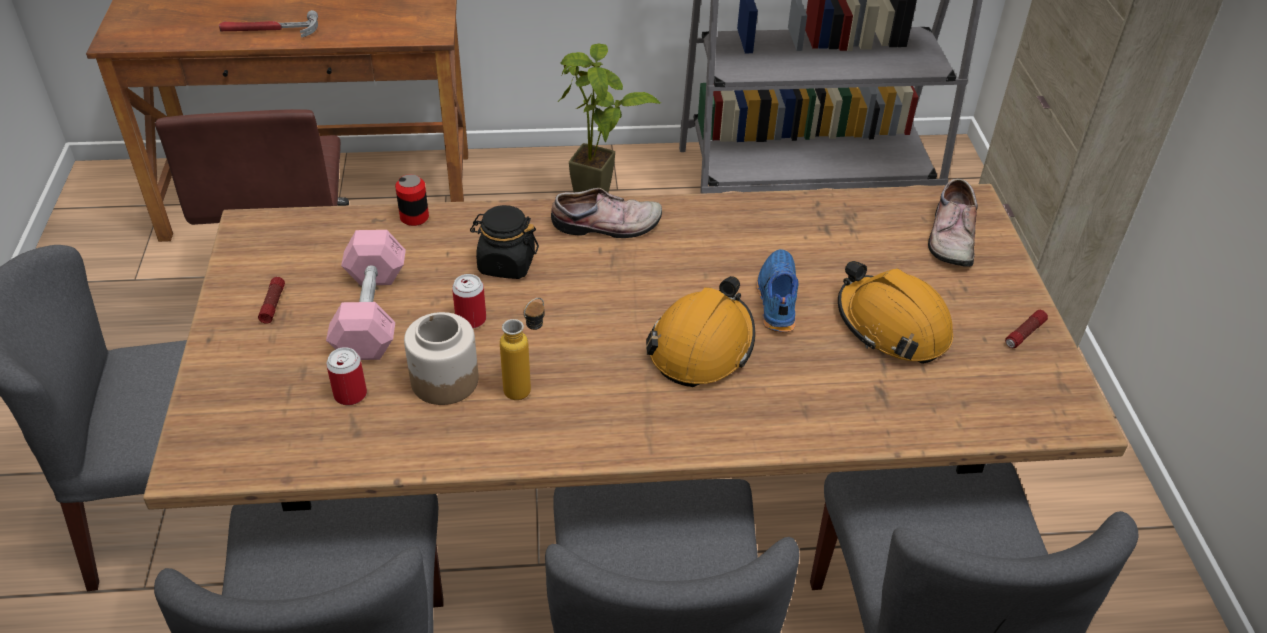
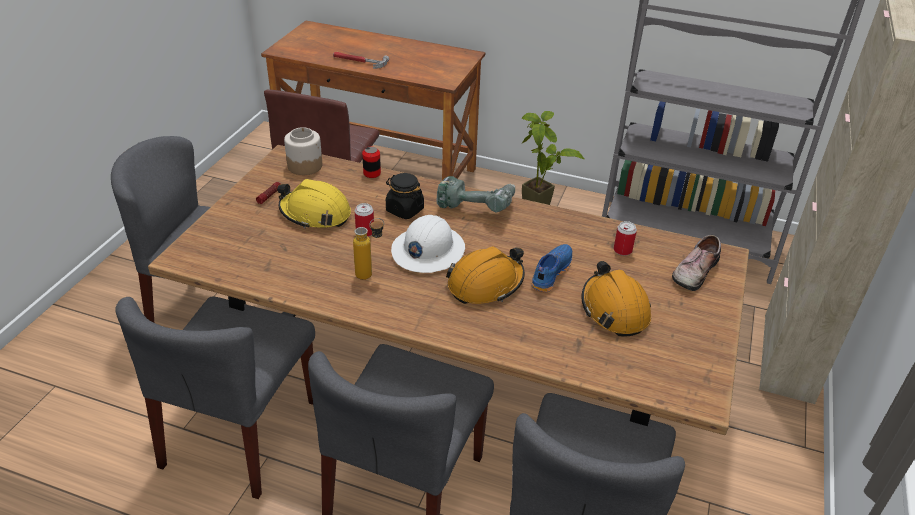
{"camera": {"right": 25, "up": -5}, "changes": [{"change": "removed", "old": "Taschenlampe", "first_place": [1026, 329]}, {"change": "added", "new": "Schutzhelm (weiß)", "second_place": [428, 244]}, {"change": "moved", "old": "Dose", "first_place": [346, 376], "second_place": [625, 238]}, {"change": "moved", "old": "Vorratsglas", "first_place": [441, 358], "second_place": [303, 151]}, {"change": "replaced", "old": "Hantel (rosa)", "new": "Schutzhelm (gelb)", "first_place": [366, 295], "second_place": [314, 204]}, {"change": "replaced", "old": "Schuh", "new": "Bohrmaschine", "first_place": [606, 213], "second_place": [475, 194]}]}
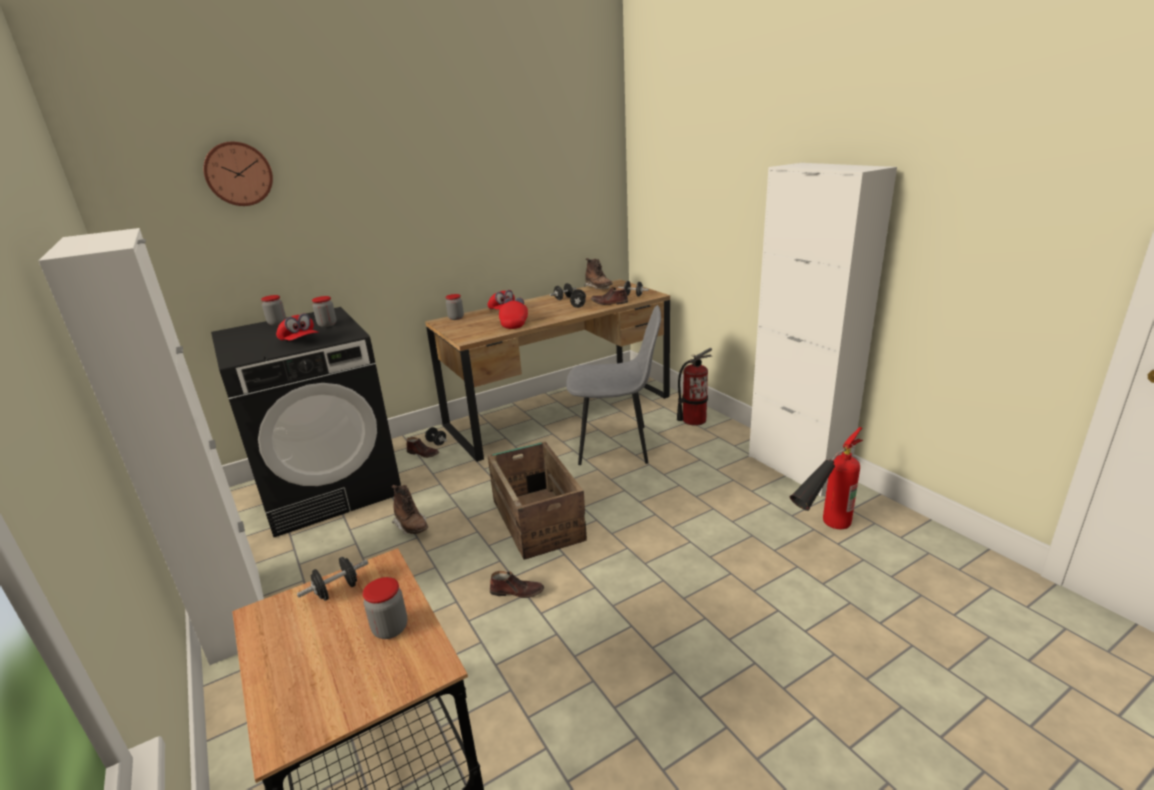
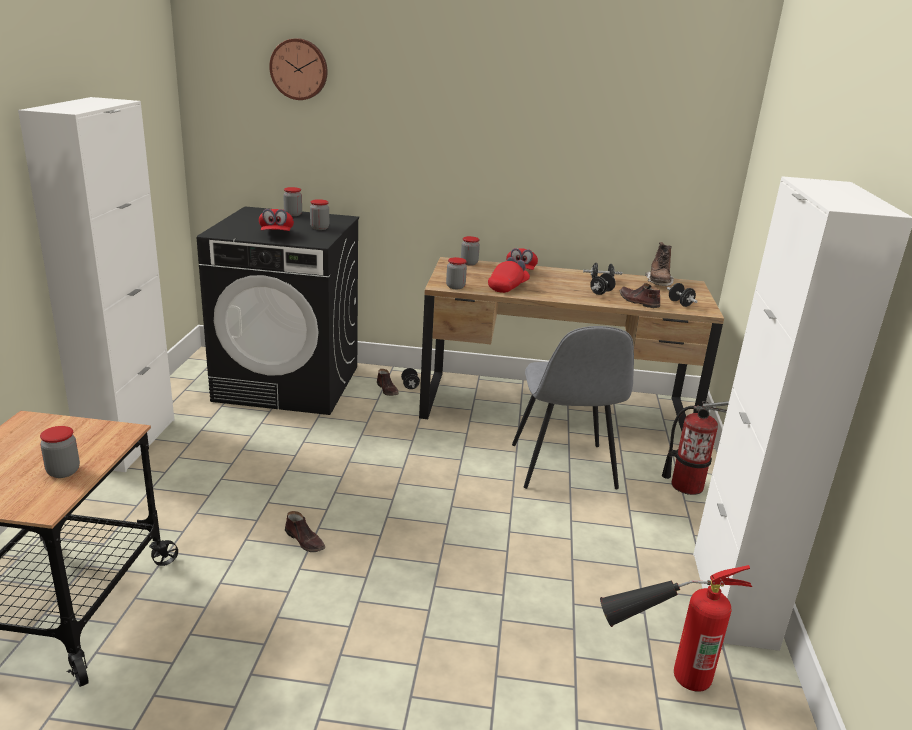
{"camera": {"right": 35, "up": 0}, "changes": [{"change": "removed", "old": "Hantel (schwarz)", "first_place": [332, 579]}, {"change": "removed", "old": "Stiefel (braun)", "first_place": [409, 509]}, {"change": "removed", "old": "Kiste", "first_place": [537, 500]}, {"change": "added", "new": "Vorratsglas", "second_place": [456, 273]}, {"change": "turned", "old": "Stuhl (grau)", "first_place": [613, 385], "second_place": [573, 407], "degrees": 45}]}
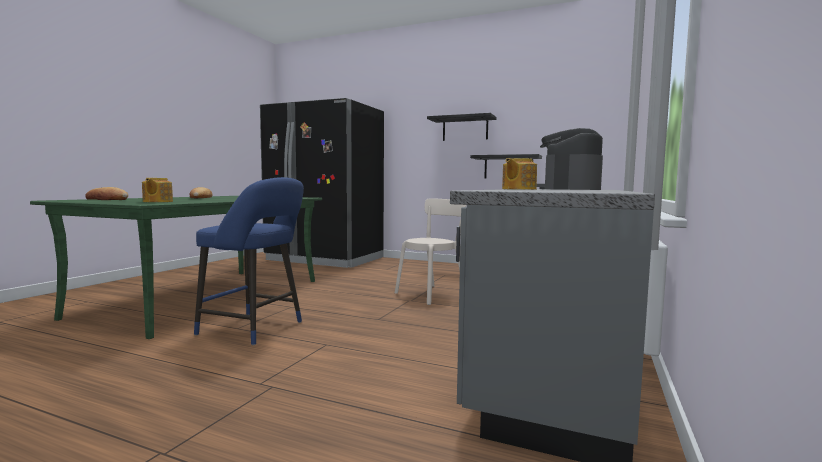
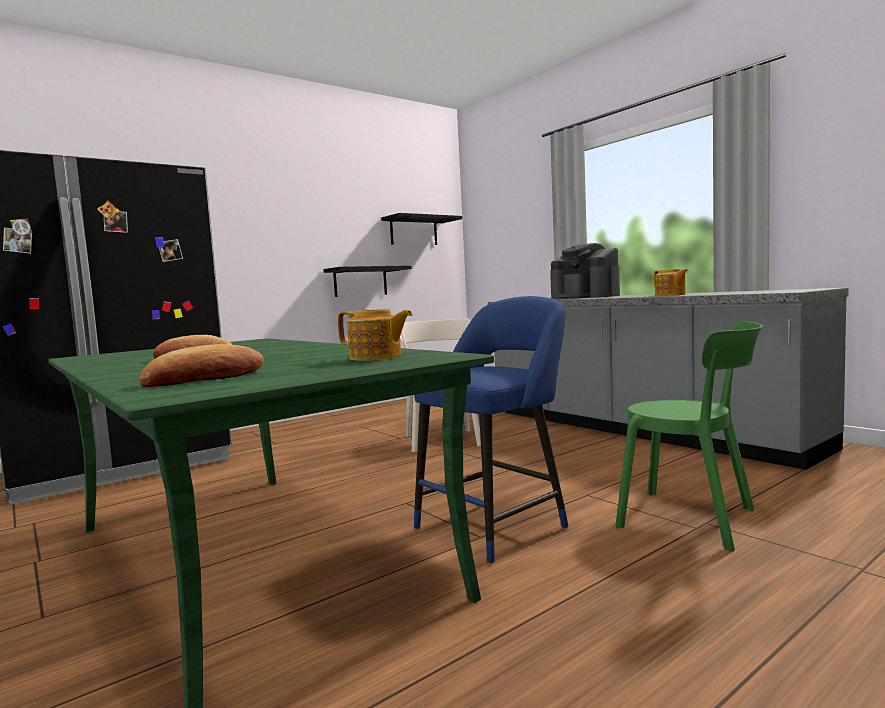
{"camera": {"right": -60, "up": 0}, "changes": [{"change": "added", "new": "Stuhl (grün)", "second_place": [689, 436]}, {"change": "moved", "old": "Wandregal (schwarz)", "first_place": [462, 127], "second_place": [421, 229]}]}
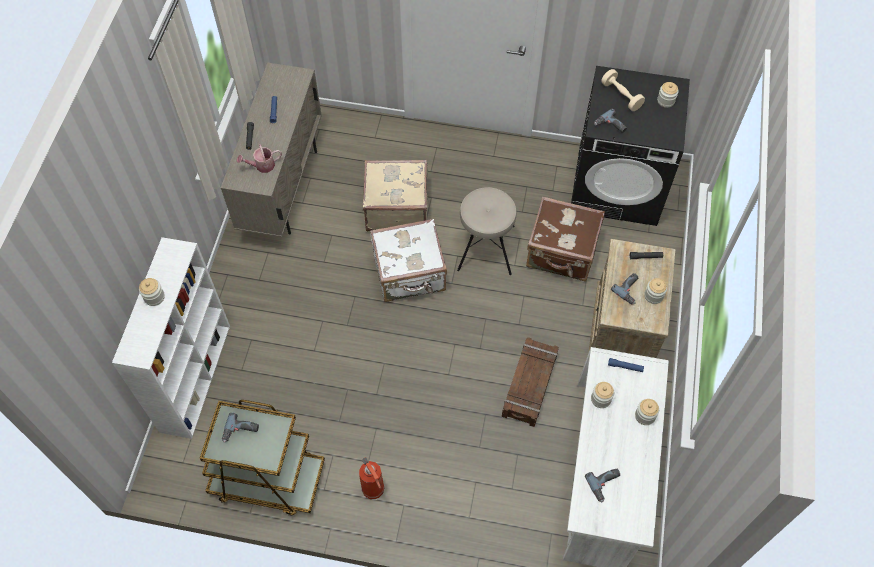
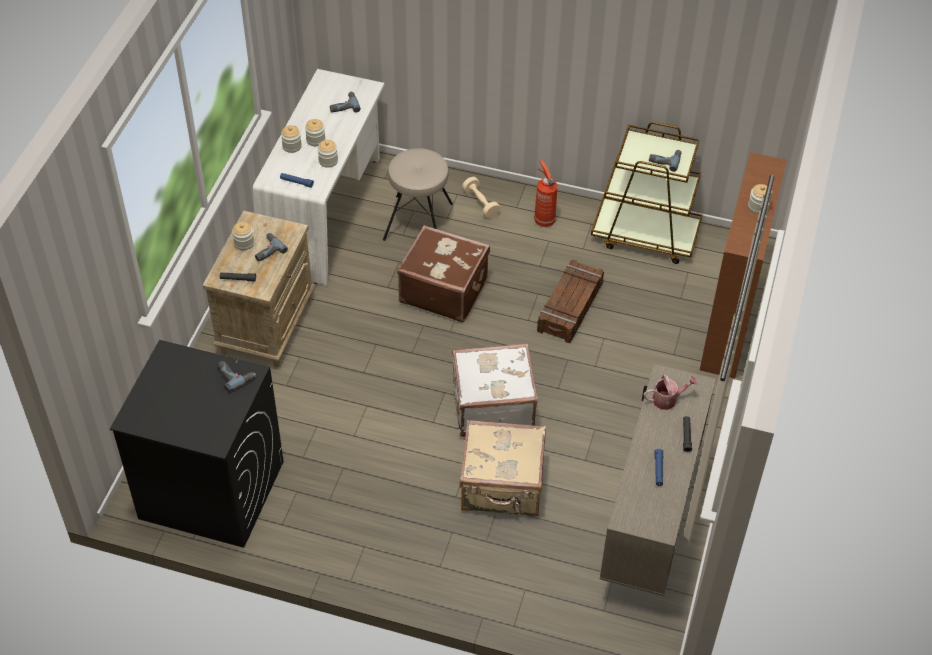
{"camera": {"right": -175, "up": -10}, "changes": [{"change": "moved", "old": "Hocker (beige)", "first_place": [486, 231], "second_place": [418, 194]}, {"change": "moved", "old": "Kiste", "first_place": [530, 382], "second_place": [570, 301]}, {"change": "moved", "old": "Koffer (braun)", "first_place": [565, 238], "second_place": [443, 273]}, {"change": "moved", "old": "Hantel (beige)", "first_place": [623, 90], "second_place": [481, 198]}, {"change": "moved", "old": "Vorratsglas", "first_place": [668, 95], "second_place": [315, 132]}, {"change": "recoloured", "old": "Bücherregal (weiß)", "new": "Bücherregal (braun)", "first_place": [171, 338], "second_place": [743, 265]}]}
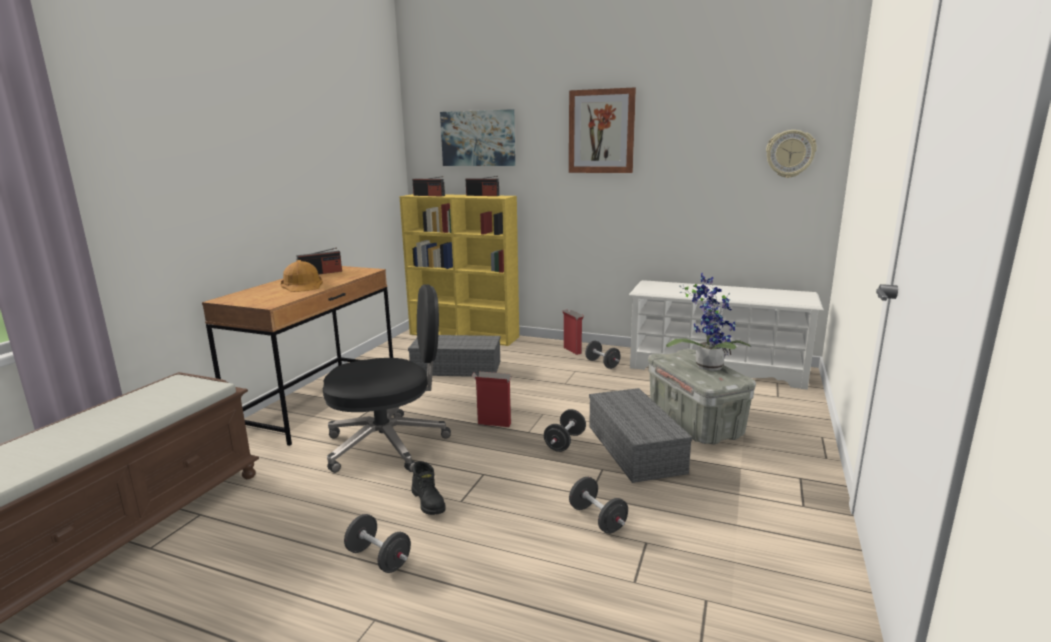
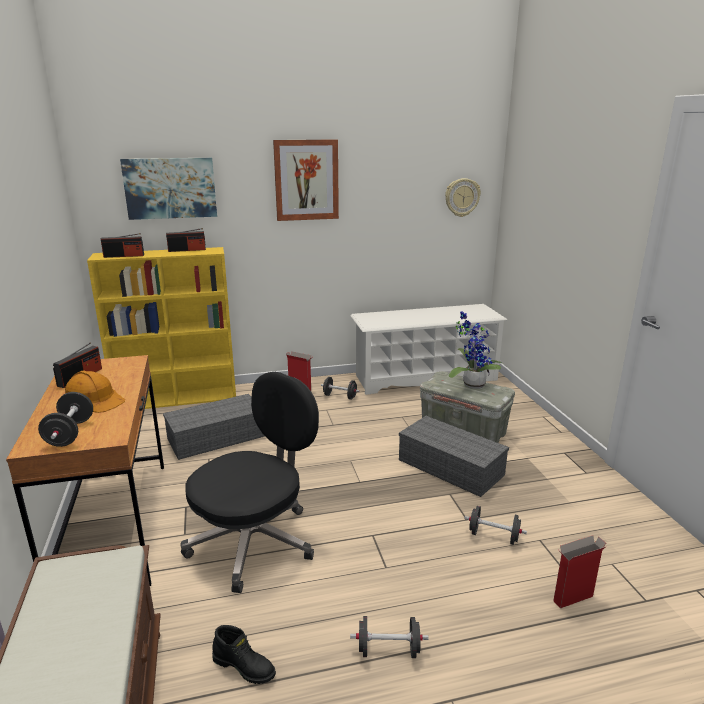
{"camera": {"right": -35, "up": 5}, "changes": [{"change": "moved", "old": "Stiefel (schwarz)", "first_place": [429, 488], "second_place": [244, 654]}, {"change": "moved", "old": "Karton", "first_place": [492, 399], "second_place": [579, 571]}, {"change": "moved", "old": "Hantel (schwarz)", "first_place": [565, 430], "second_place": [65, 419]}]}
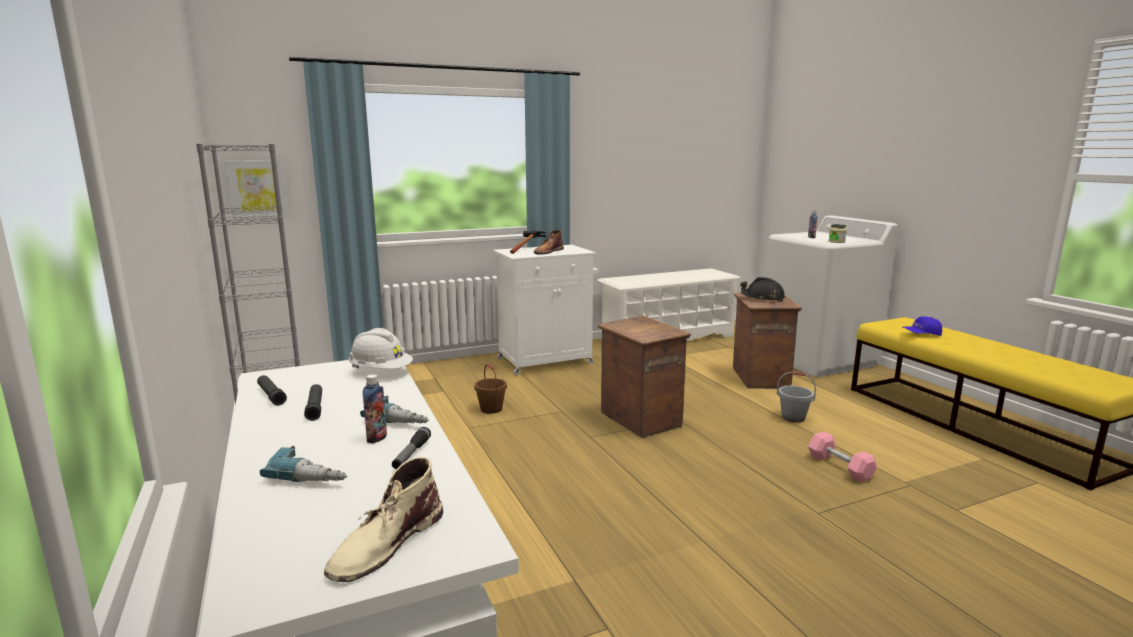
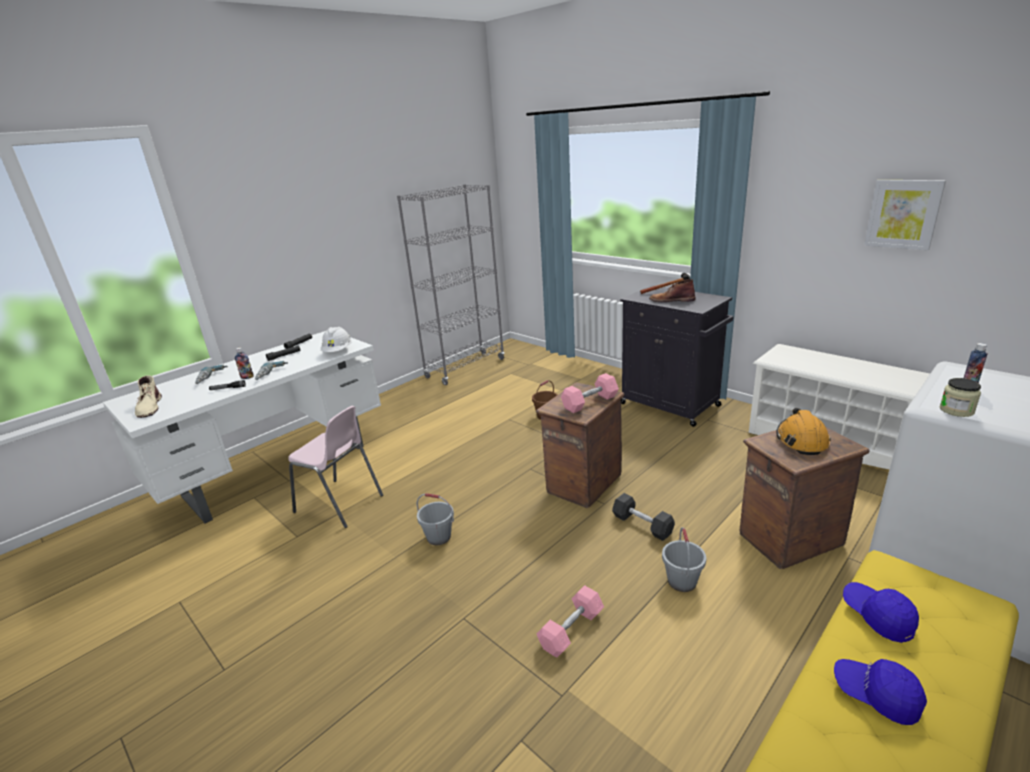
{"camera": {"right": 70, "up": 10}, "changes": [{"change": "added", "new": "Stuhl (rosa)", "second_place": [335, 467]}, {"change": "added", "new": "Eimer (grau)", "second_place": [435, 519]}, {"change": "added", "new": "Hantel (rosa)", "second_place": [590, 393]}, {"change": "added", "new": "Hantel (grau)", "second_place": [643, 517]}, {"change": "added", "new": "Kappe (blau)", "second_place": [880, 692]}, {"change": "moved", "old": "Bild", "first_place": [256, 190], "second_place": [905, 215]}, {"change": "recoloured", "old": "Schrank (weiß)", "new": "Schrank (schwarz)", "first_place": [546, 310], "second_place": [677, 356]}, {"change": "recoloured", "old": "Schutzhelm (schwarz)", "new": "Schutzhelm (orange)", "first_place": [762, 289], "second_place": [803, 431]}, {"change": "turned", "old": "Stiefel (beige)", "first_place": [383, 519], "second_place": [148, 396], "degrees": -120}]}
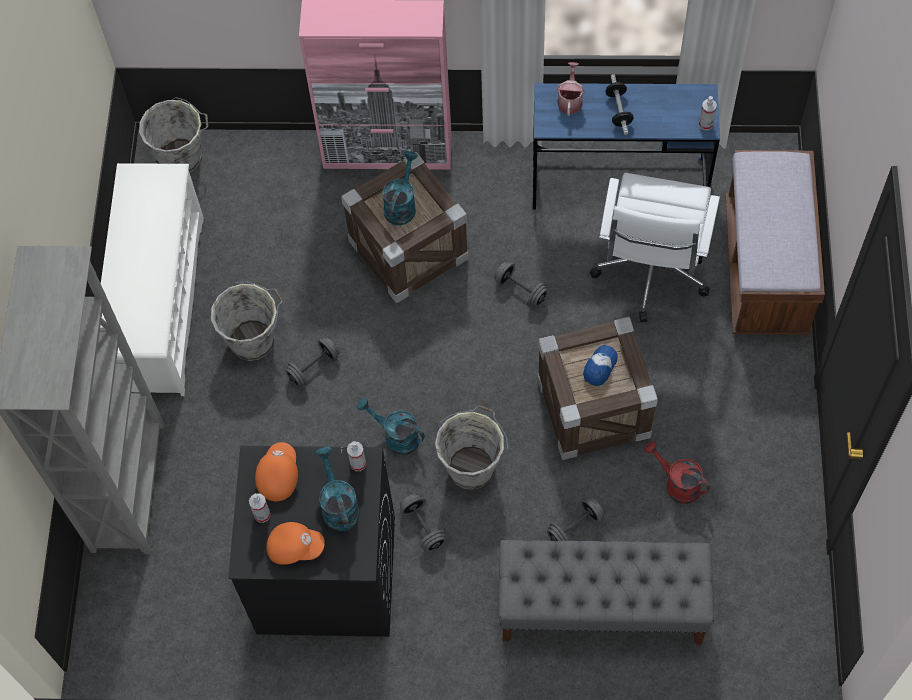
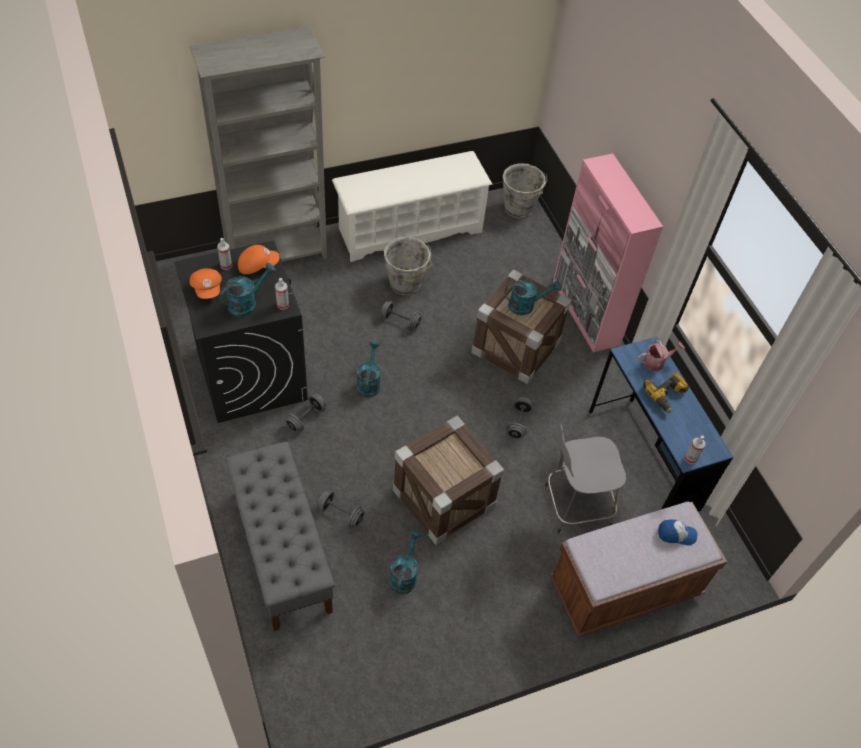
{"camera": {"right": 60, "up": -10}, "changes": [{"change": "removed", "old": "Eimer (grau)", "first_place": [471, 447]}, {"change": "moved", "old": "Kappe", "first_place": [600, 365], "second_place": [677, 532]}, {"change": "replaced", "old": "Bürostuhl (weiß)", "new": "Hocker (grau)", "first_place": [655, 247], "second_place": [585, 478]}, {"change": "replaced", "old": "Hantel", "new": "Bohrmaschine", "first_place": [619, 104], "second_place": [666, 392]}, {"change": "recoloured", "old": "Gießkanne (rot)", "new": "Gießkanne (türkis)", "first_place": [677, 472], "second_place": [405, 562]}]}
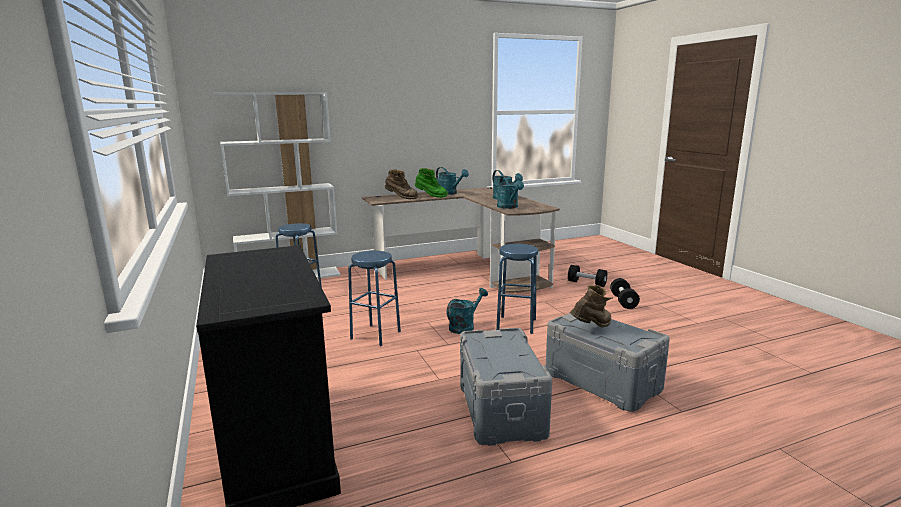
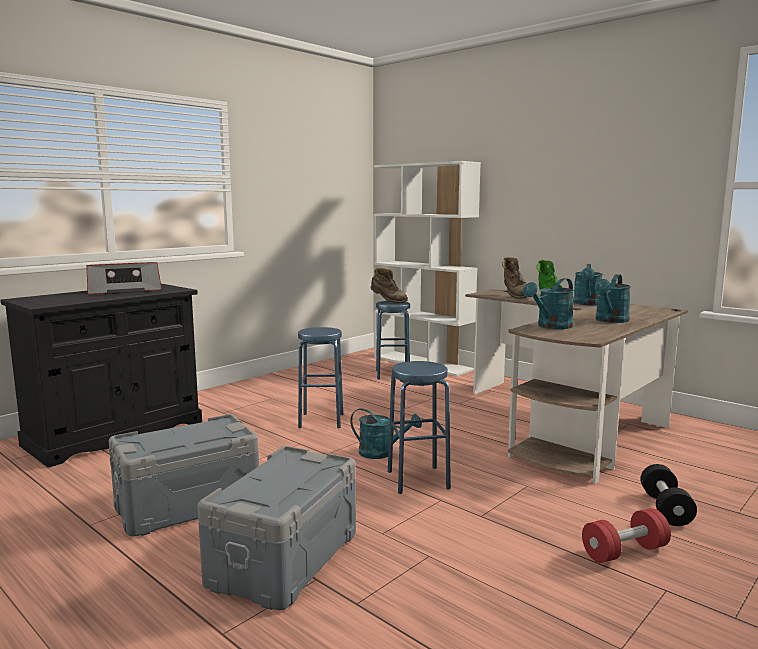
{"camera": {"right": 65, "up": -5}, "changes": [{"change": "added", "new": "Radio", "second_place": [124, 278]}, {"change": "moved", "old": "Stiefel (braun)", "first_place": [591, 306], "second_place": [389, 286]}, {"change": "recoloured", "old": "Hantel (schwarz)", "new": "Hantel (rot)", "first_place": [625, 293], "second_place": [626, 535]}]}
